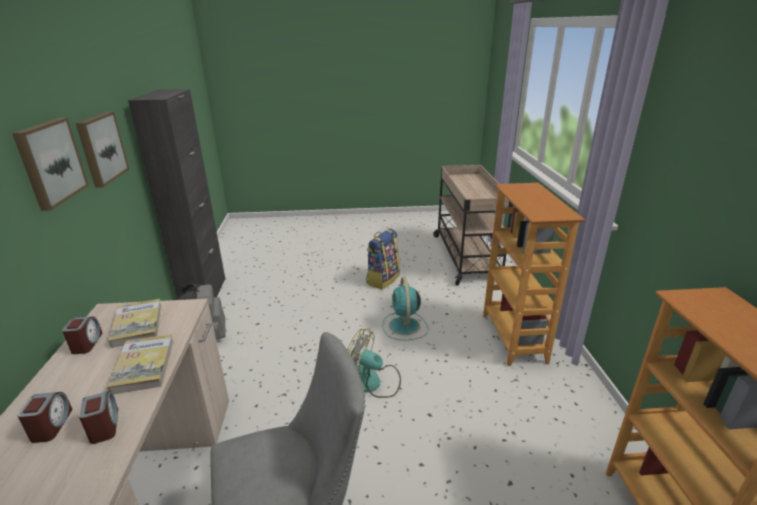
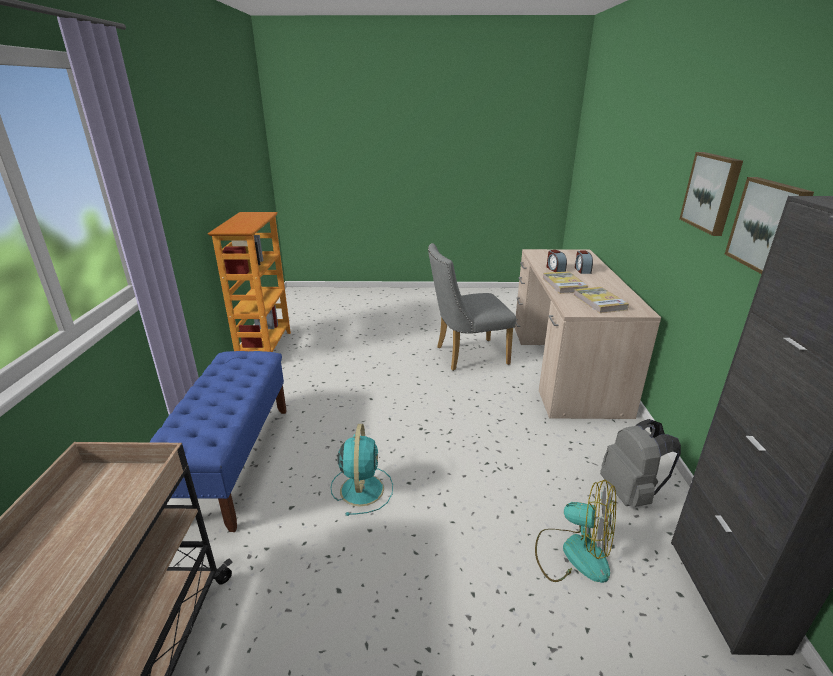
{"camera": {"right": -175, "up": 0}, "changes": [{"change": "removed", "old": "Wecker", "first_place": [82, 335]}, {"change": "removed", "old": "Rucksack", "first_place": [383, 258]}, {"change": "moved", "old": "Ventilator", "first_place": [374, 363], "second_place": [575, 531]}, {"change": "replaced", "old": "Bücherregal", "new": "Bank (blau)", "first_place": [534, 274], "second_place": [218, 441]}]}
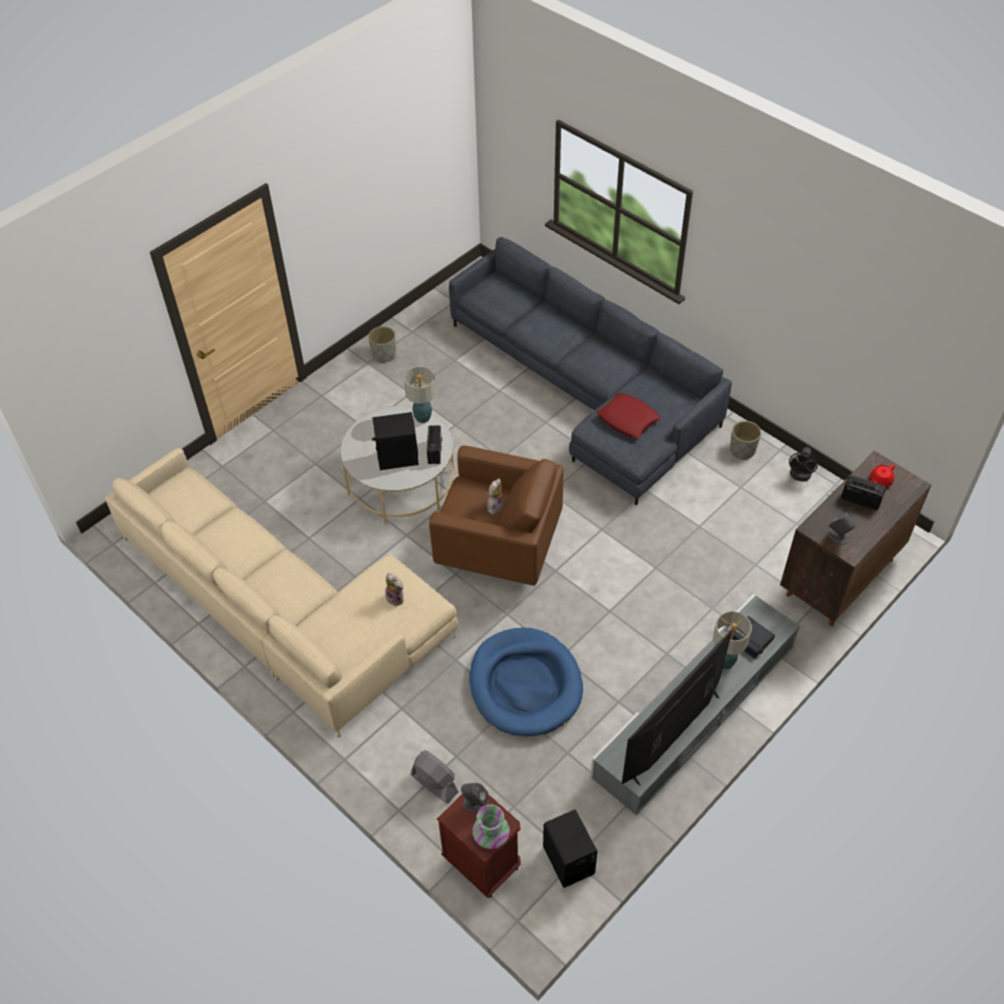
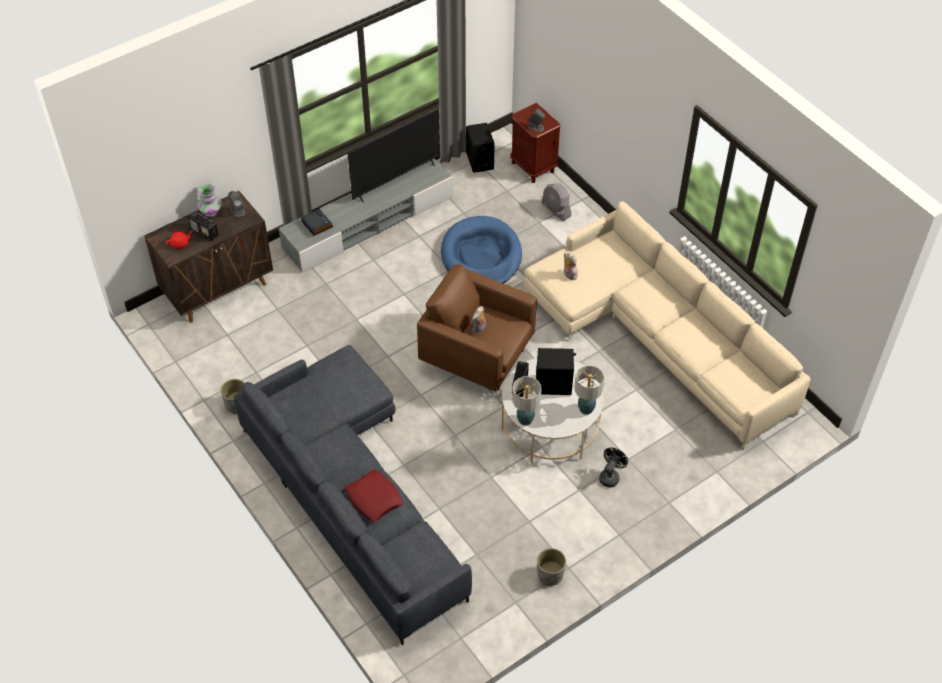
{"camera": {"right": -170, "up": 0}, "changes": [{"change": "moved", "old": "Vase", "first_place": [491, 827], "second_place": [209, 200]}, {"change": "moved", "old": "Kissen (rot)", "first_place": [628, 416], "second_place": [373, 495]}, {"change": "moved", "old": "Tischlampe", "first_place": [732, 640], "second_place": [589, 390]}, {"change": "moved", "old": "Ventilator (schwarz)", "first_place": [803, 464], "second_place": [613, 467]}]}
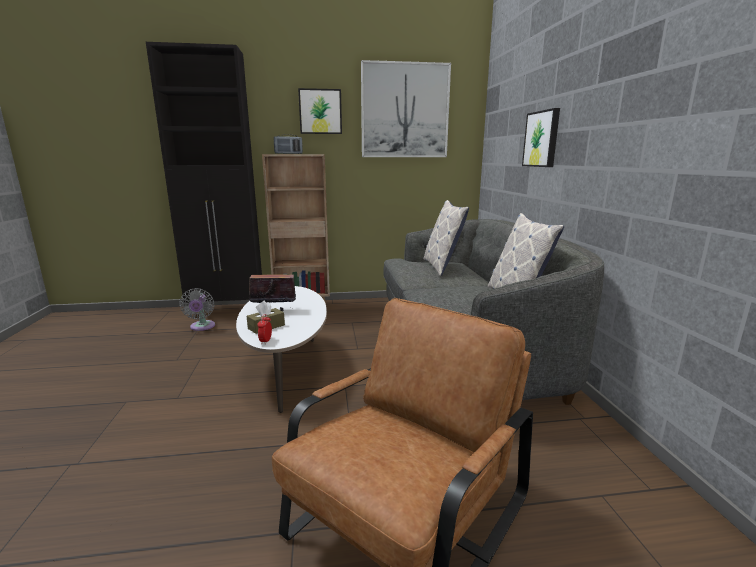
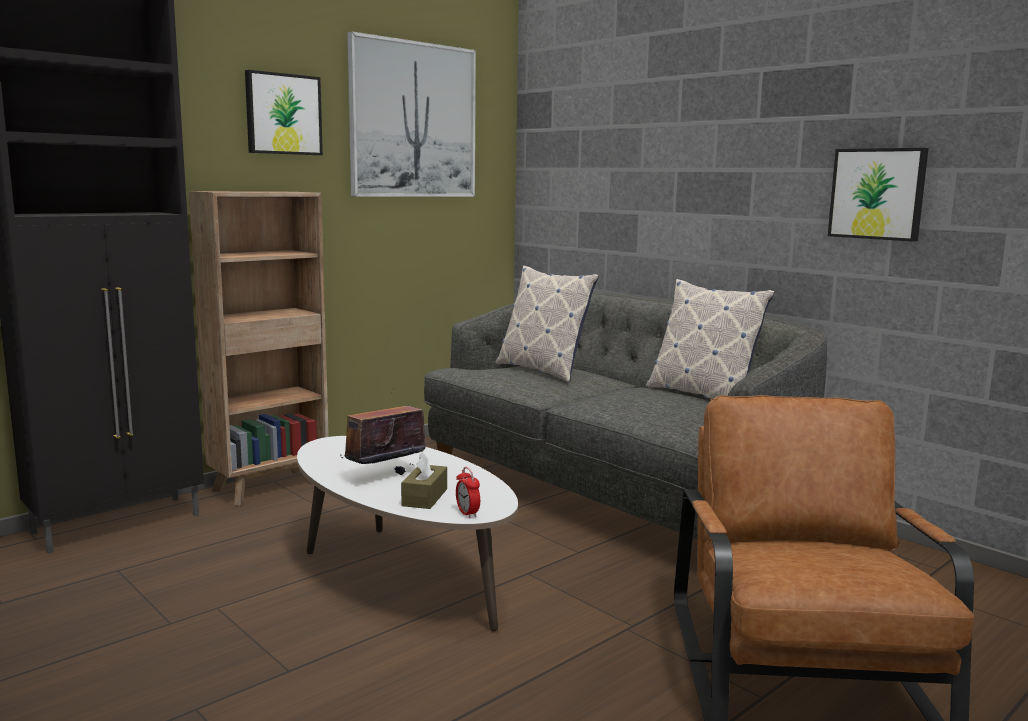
{"camera": {"right": -35, "up": -5}, "changes": [{"change": "removed", "old": "Ventilator (grau)", "first_place": [197, 309]}, {"change": "removed", "old": "Radio", "first_place": [288, 144]}, {"change": "moved", "old": "Bild", "first_place": [541, 137], "second_place": [878, 195]}]}
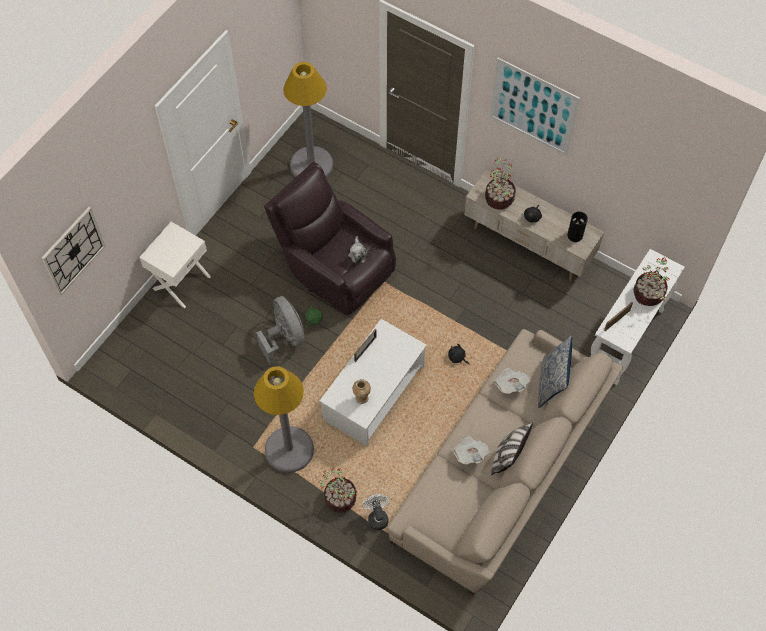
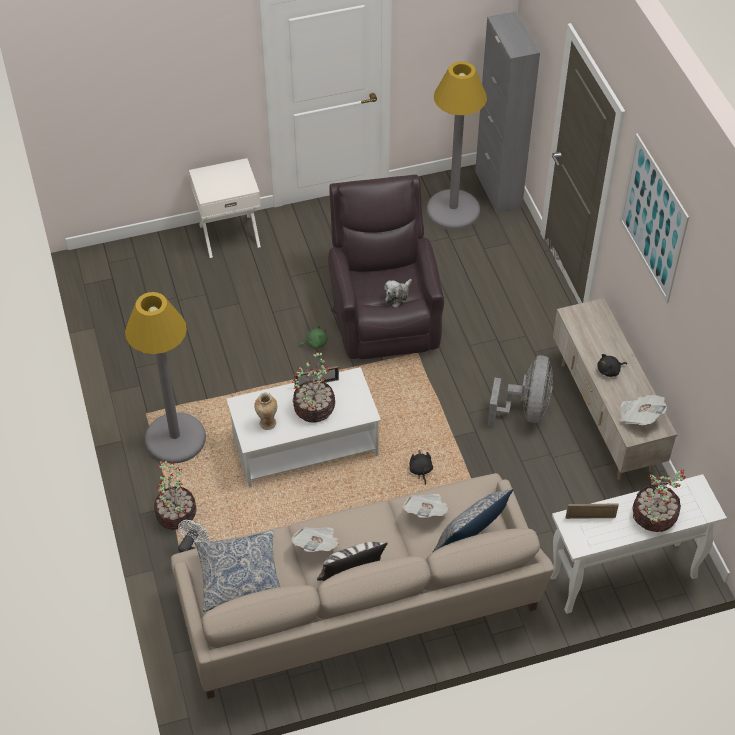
{"camera": {"right": 40, "up": -10}, "changes": [{"change": "removed", "old": "Wanduhr", "first_place": [74, 251]}, {"change": "added", "new": "Kissen", "second_place": [237, 571]}, {"change": "added", "new": "Schrank (grau)", "second_place": [507, 112]}, {"change": "moved", "old": "Ventilator (grau)", "first_place": [280, 331], "second_place": [520, 390]}, {"change": "moved", "old": "Topfpflanze", "first_place": [500, 183], "second_place": [313, 386]}, {"change": "replaced", "old": "Vase", "new": "Zeitung", "first_place": [577, 226], "second_place": [643, 409]}]}
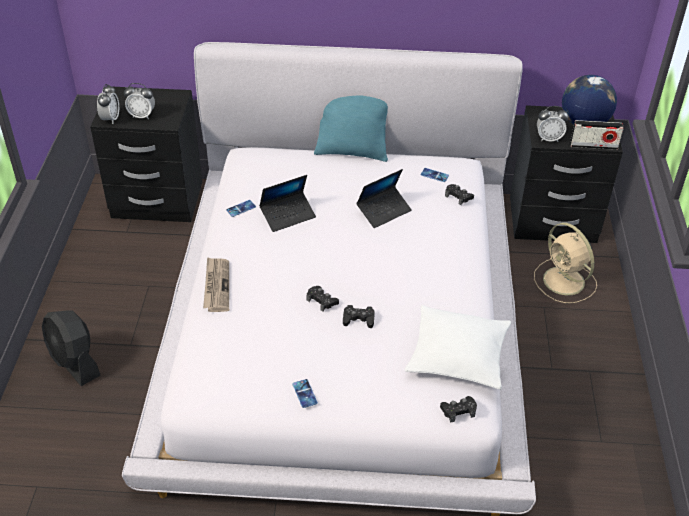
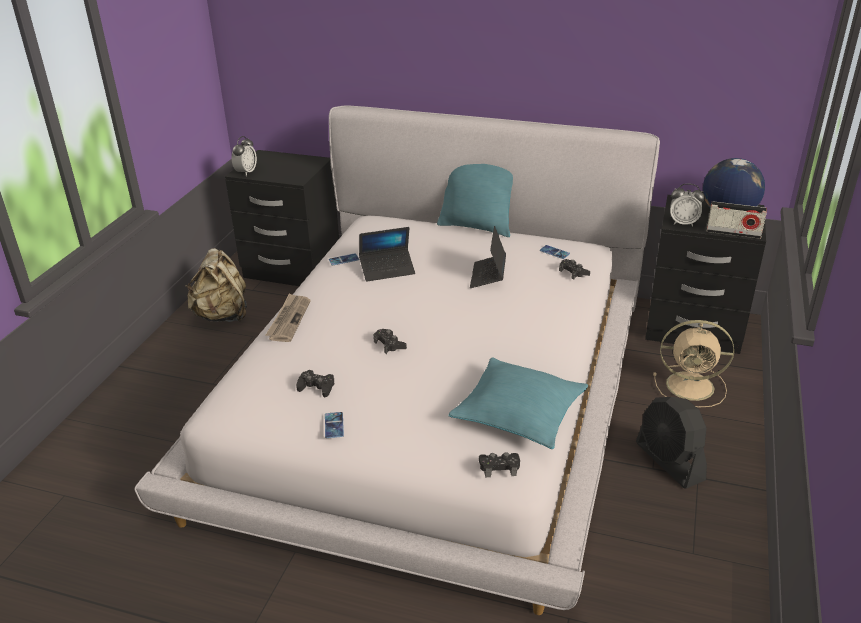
{"camera": {"right": 15, "up": -10}, "changes": [{"change": "removed", "old": "Wecker", "first_place": [139, 101]}, {"change": "added", "new": "Rucksack (beige)", "second_place": [216, 285]}, {"change": "moved", "old": "Ventilator (schwarz)", "first_place": [71, 348], "second_place": [671, 443]}, {"change": "moved", "old": "Gamepad (schwarz)", "first_place": [359, 316], "second_place": [315, 383]}, {"change": "recoloured", "old": "Kissen (weiß)", "new": "Kissen (türkis)", "first_place": [458, 347], "second_place": [518, 403]}, {"change": "turned", "old": "Laptop", "first_place": [384, 198], "second_place": [488, 257], "degrees": 120}, {"change": "turned", "old": "Ventilator (beige)", "first_place": [565, 263], "second_place": [693, 363], "degrees": -60}]}
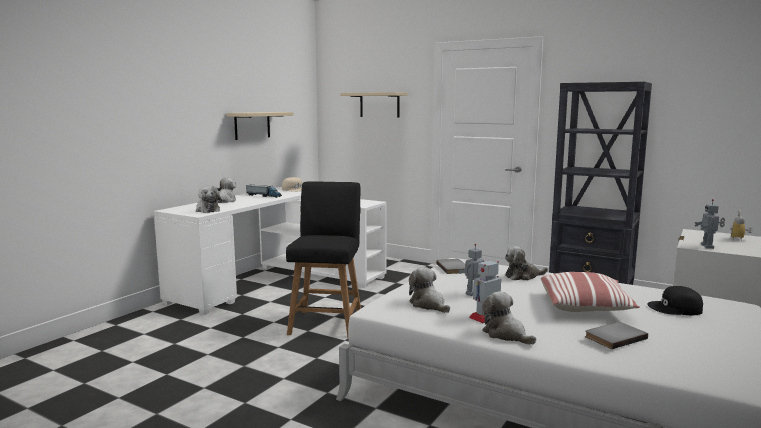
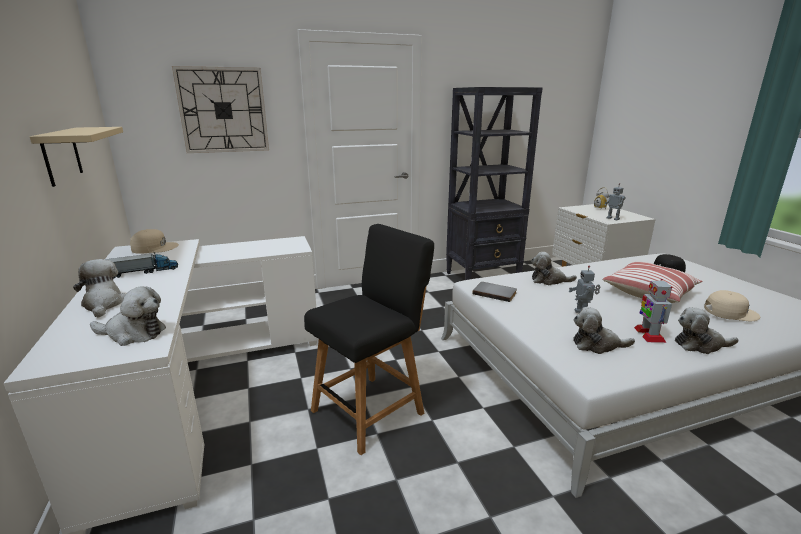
{"camera": {"right": -50, "up": 10}, "changes": [{"change": "replaced", "old": "Wandregal (beige)", "new": "Wanduhr", "first_place": [374, 104], "second_place": [220, 109]}, {"change": "replaced", "old": "Buch (grau)", "new": "Kappe (beige)", "first_place": [616, 335], "second_place": [732, 305]}, {"change": "turned", "old": "Stuhl (schwarz)", "first_place": [323, 259], "second_place": [369, 339], "degrees": 90}, {"change": "turned", "old": "Plüschtier", "first_place": [526, 263], "second_place": [554, 268], "degrees": 75}]}
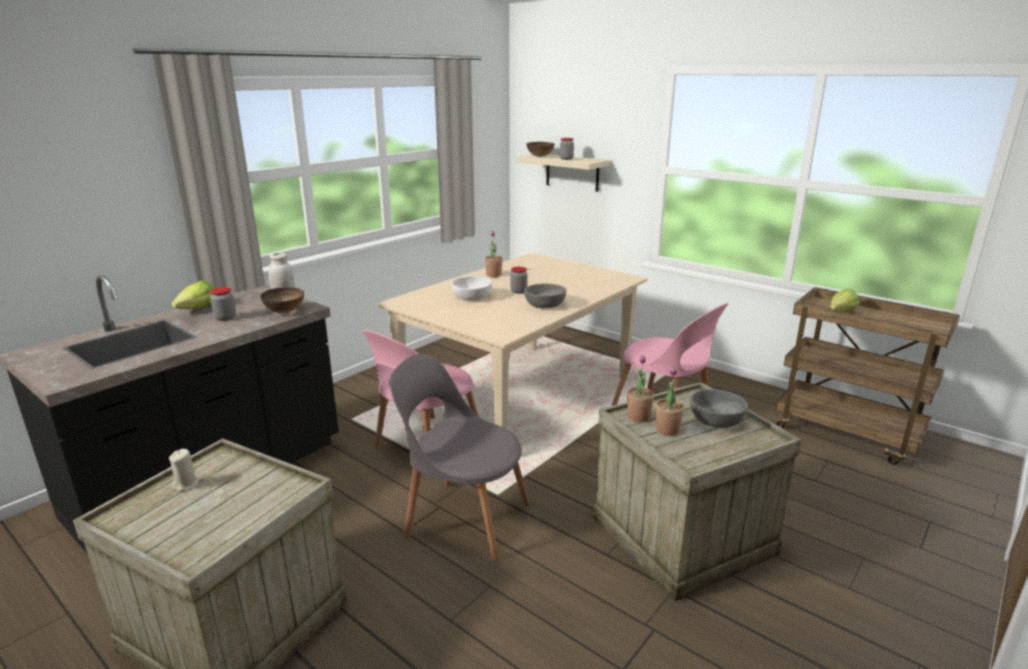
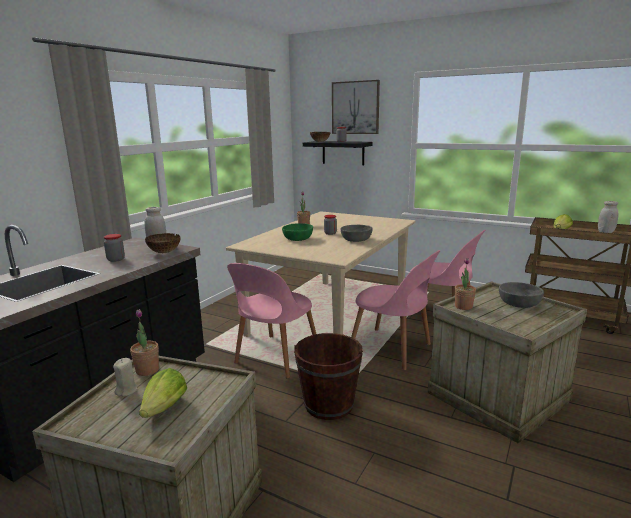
{"camera": {"right": -10, "up": -5}, "changes": [{"change": "added", "new": "Bild", "second_place": [356, 107]}, {"change": "added", "new": "Stuhl (rosa)", "second_place": [396, 310]}, {"change": "added", "new": "Vorratsglas (weiß)", "second_place": [608, 217]}, {"change": "moved", "old": "Salatkopf", "first_place": [193, 294], "second_place": [163, 393]}, {"change": "moved", "old": "Topfpflanze", "first_place": [669, 401], "second_place": [144, 342]}, {"change": "replaced", "old": "Stuhl (grau)", "new": "Eimer (braun)", "first_place": [459, 457], "second_place": [328, 376]}, {"change": "recoloured", "old": "Schüssel (weiß)", "new": "Schüssel (grün)", "first_place": [471, 288], "second_place": [297, 232]}, {"change": "recoloured", "old": "Wandregal (beige)", "new": "Wandregal (schwarz)", "first_place": [563, 173], "second_place": [338, 153]}]}
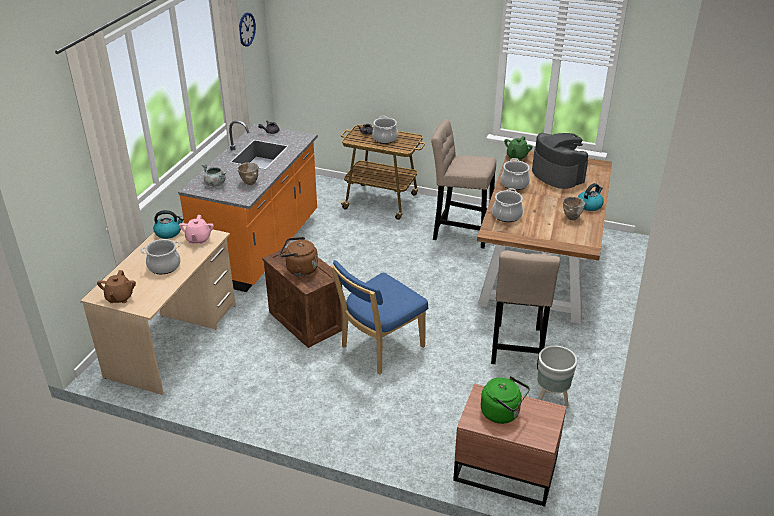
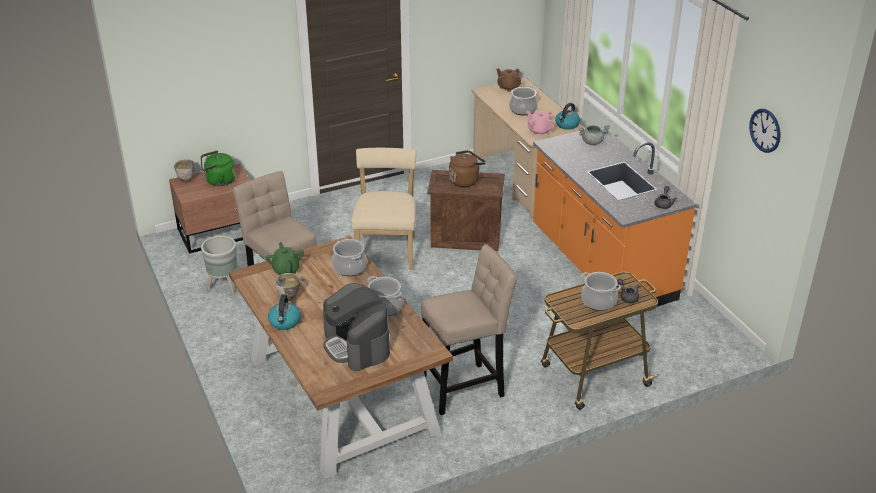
{"camera": {"right": 135, "up": 0}, "changes": [{"change": "moved", "old": "Schüssel", "first_place": [248, 173], "second_place": [184, 171]}, {"change": "moved", "old": "Teekanne (grün)", "first_place": [518, 148], "second_place": [284, 258]}, {"change": "recoloured", "old": "Stuhl (blau)", "new": "Stuhl (beige)", "first_place": [379, 317], "second_place": [383, 209]}, {"change": "turned", "old": "Kaffeemaschine", "first_place": [560, 161], "second_place": [356, 327], "degrees": 45}]}
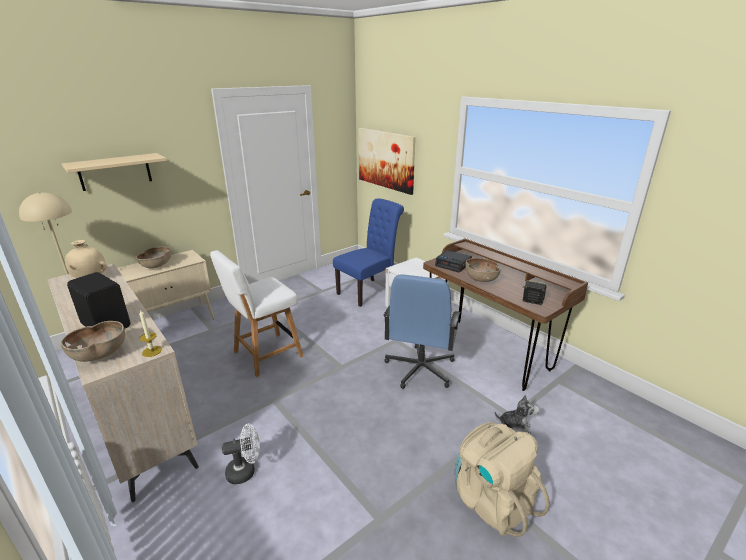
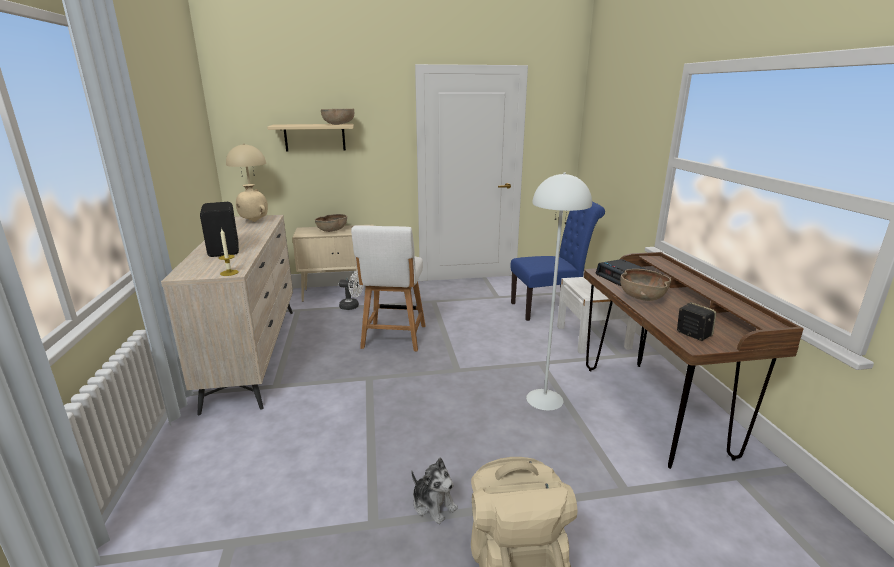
{"camera": {"right": 30, "up": -5}, "changes": [{"change": "removed", "old": "Bild", "first_place": [387, 161]}, {"change": "moved", "old": "Schüssel (braun)", "first_place": [93, 341], "second_place": [337, 117]}, {"change": "moved", "old": "Ventilator (weiß)", "first_place": [241, 454], "second_place": [351, 291]}, {"change": "moved", "old": "Plüschtier", "first_place": [517, 414], "second_place": [434, 491]}, {"change": "replaced", "old": "Bürostuhl (blau)", "new": "Stehlampe (weiß)", "first_place": [422, 332], "second_place": [559, 292]}, {"change": "turned", "old": "Stuhl (weiß)", "first_place": [256, 313], "second_place": [388, 288], "degrees": -75}]}
